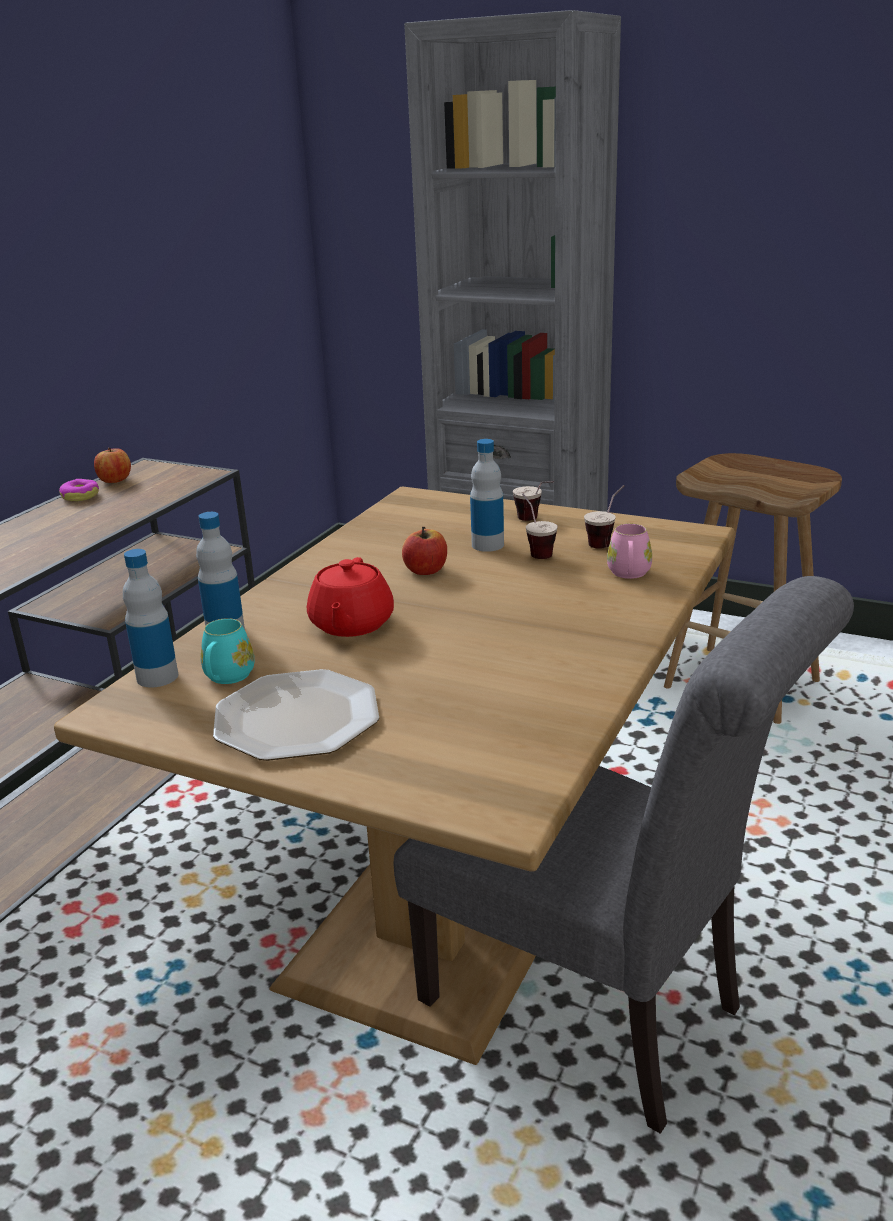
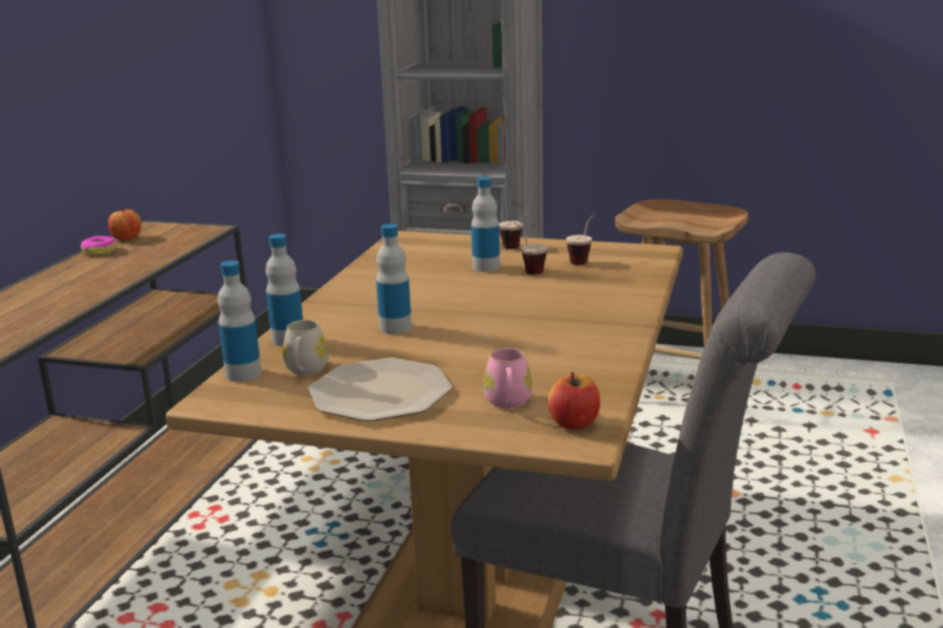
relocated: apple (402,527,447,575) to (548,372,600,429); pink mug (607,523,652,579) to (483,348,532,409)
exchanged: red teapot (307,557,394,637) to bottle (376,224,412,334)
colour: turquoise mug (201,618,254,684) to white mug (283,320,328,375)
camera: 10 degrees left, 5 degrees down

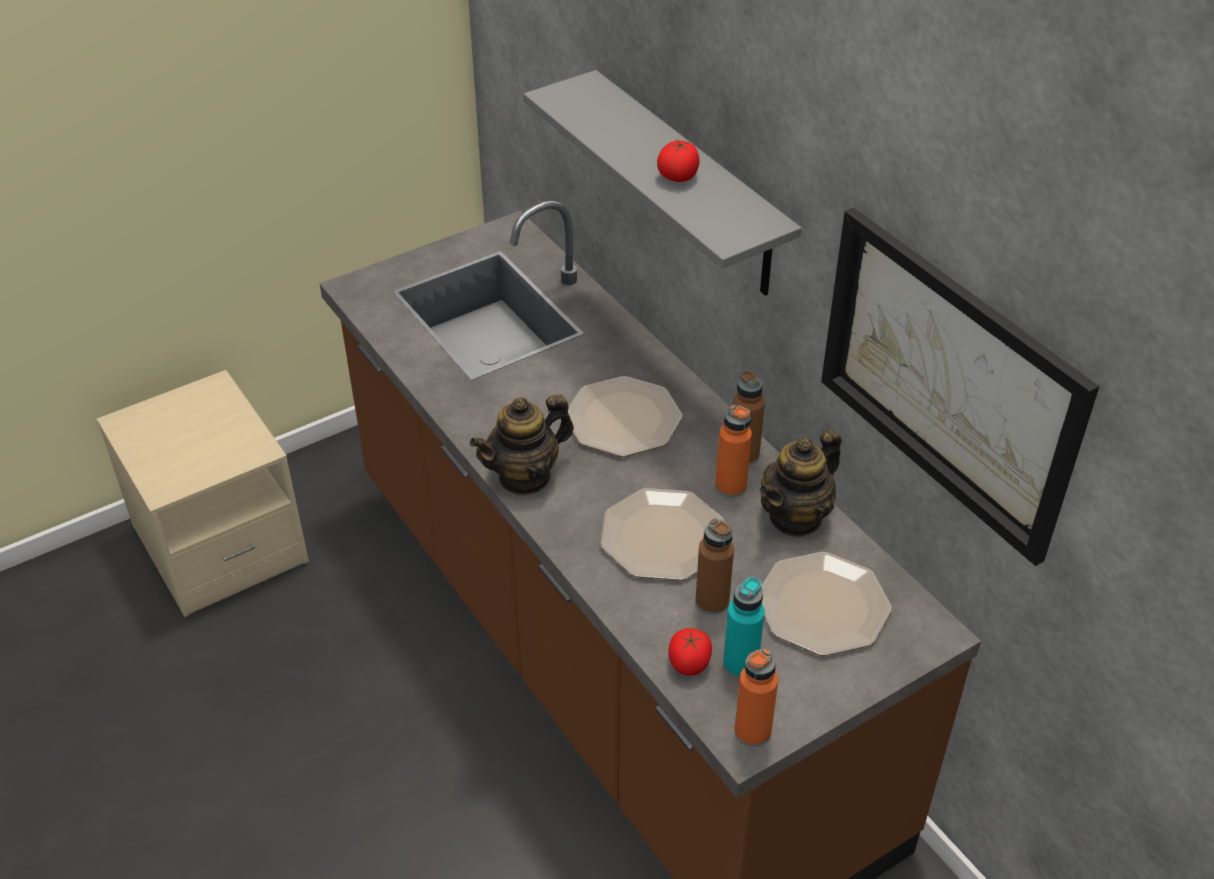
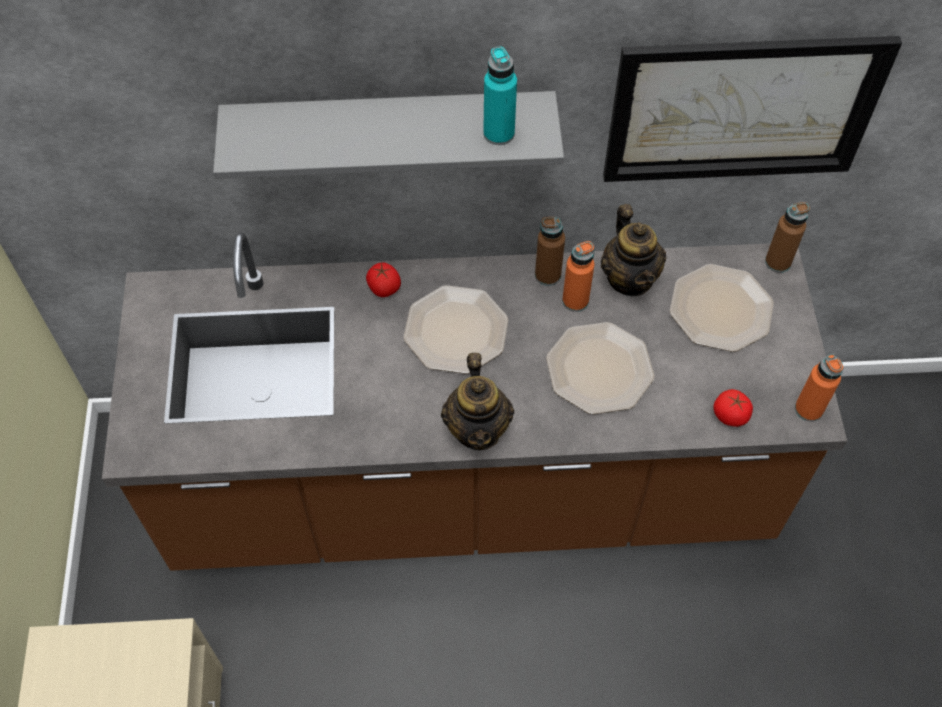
relocated: tomato (657,140,699,182) to (366,262,401,297); brown bottle (695,518,734,615) to (765,202,810,273); turquoise bottle (723,577,765,679) to (483,46,517,145)
camera: 60 degrees left, 15 degrees up

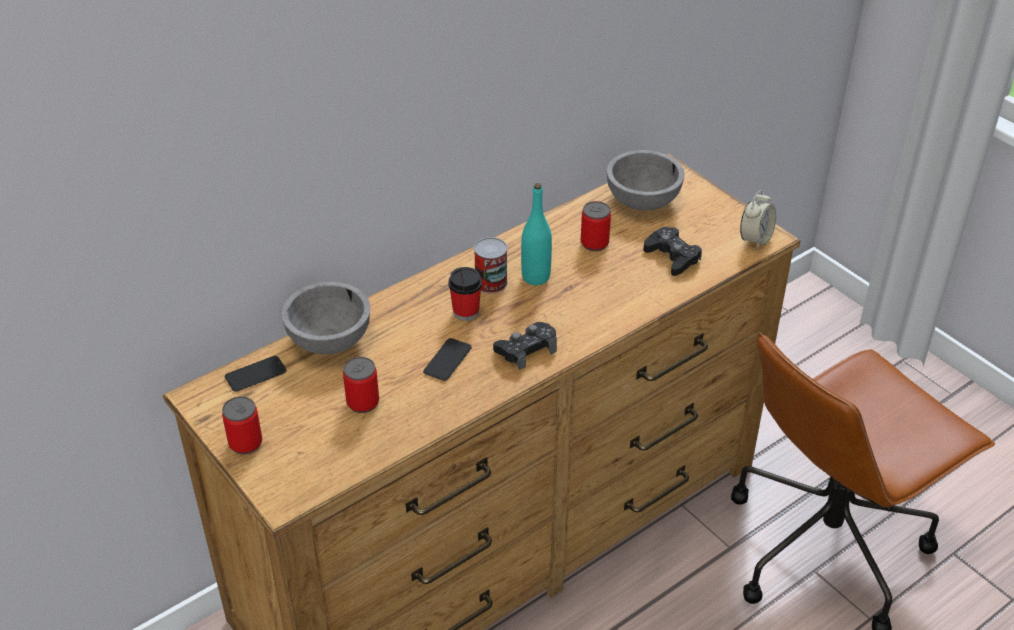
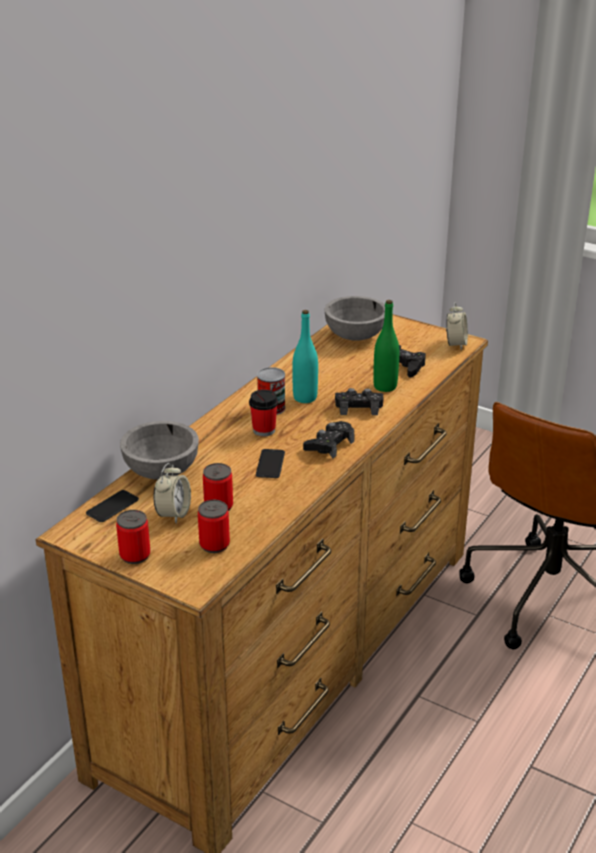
appeared: alarm clock (153,463,191,524); black game controller (335,388,384,415); green bottle (373,300,399,392)
relocated: can (581,201,611,251) to (198,500,230,553)
camera: 20 degrees left, 10 degrees down

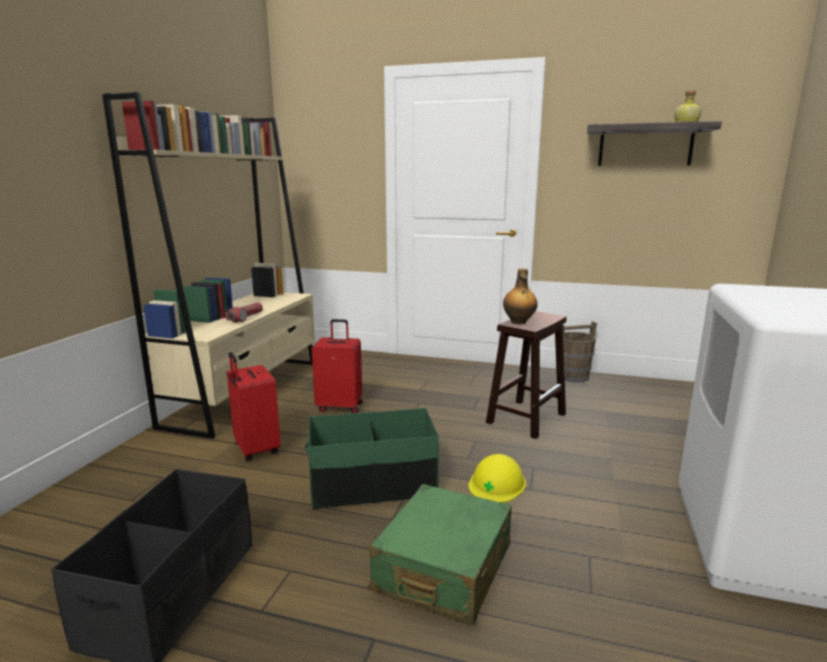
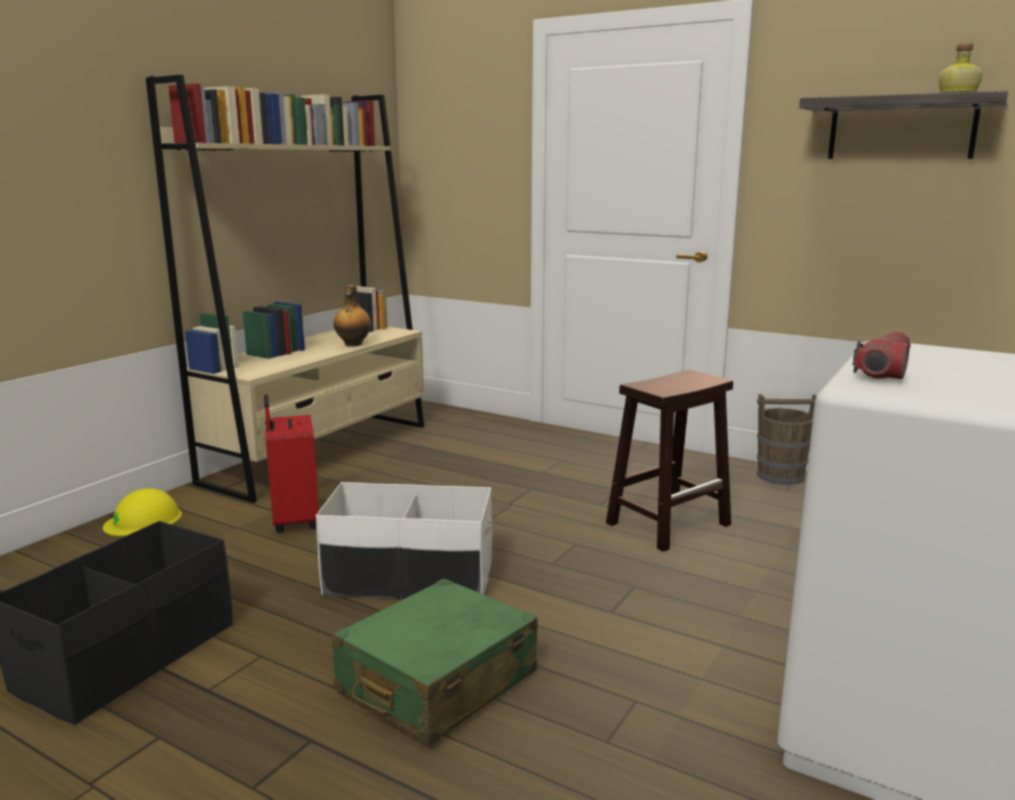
missing: red suitcase (312,319,363,413)
relocated: flashlight (225,302,263,322) to (853,331,911,379); yellow hard hat (468,454,526,503) to (103,488,182,536); bottle (503,269,538,325) to (334,285,371,347)
colour: green storage box (305,408,439,509) to white storage box (316,482,492,599)
camera: 15 degrees right, 0 degrees up

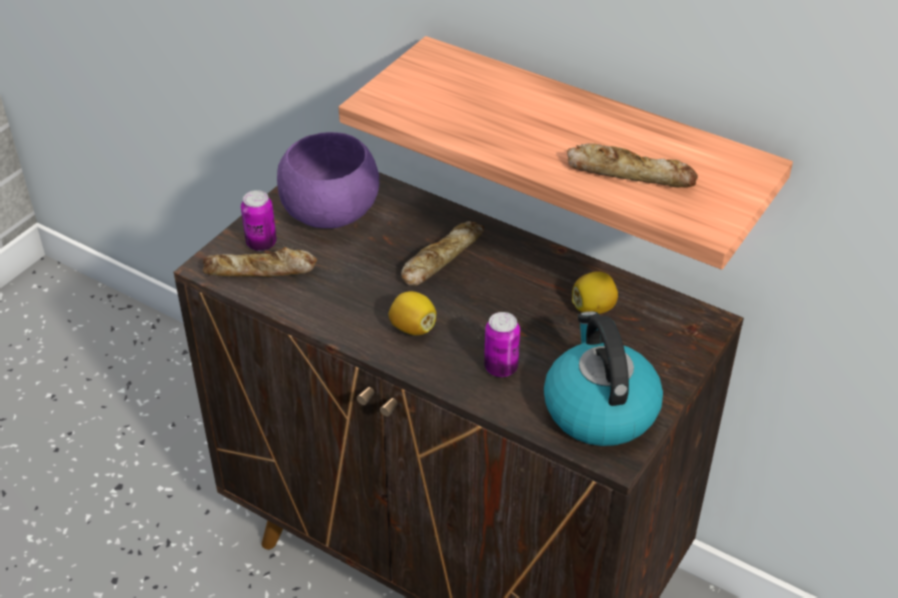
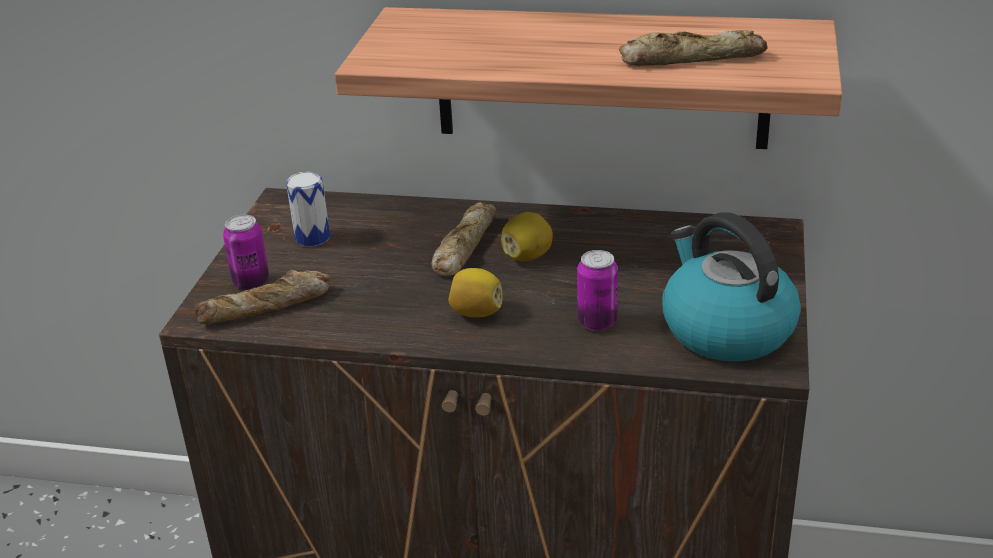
relocated: lemon (572,271,618,314) to (501,212,553,261)
exchanged: purple bowl (277,132,379,228) to can (286,171,330,247)
camera: 20 degrees left, 10 degrees down

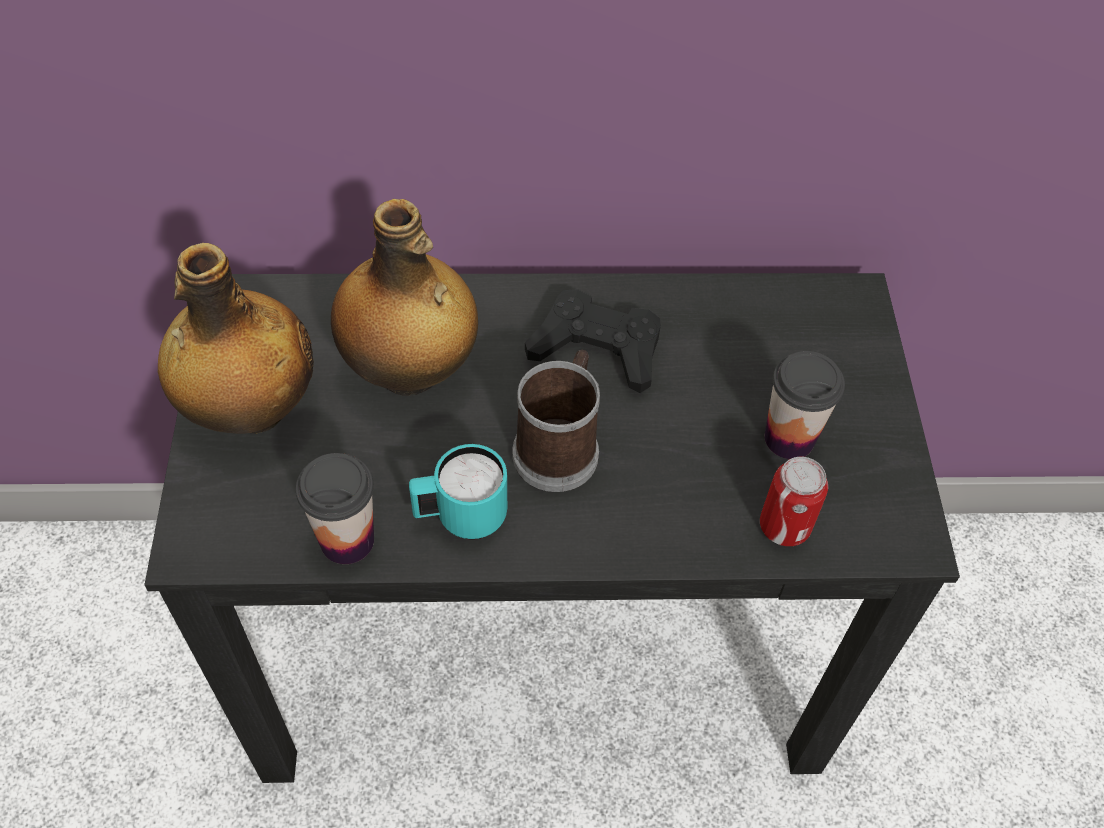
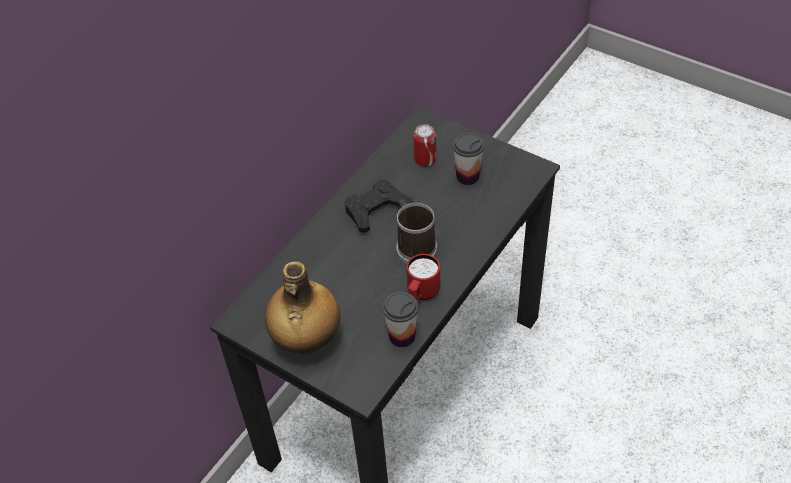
missing: bottle (331,199,478,396)
relocated: can (760,457,828,546) to (413,124,436,167)
colour: turquoise mug (409,444,507,540) to red mug (407,254,440,302)
camera: 50 degrees left, 5 degrees down

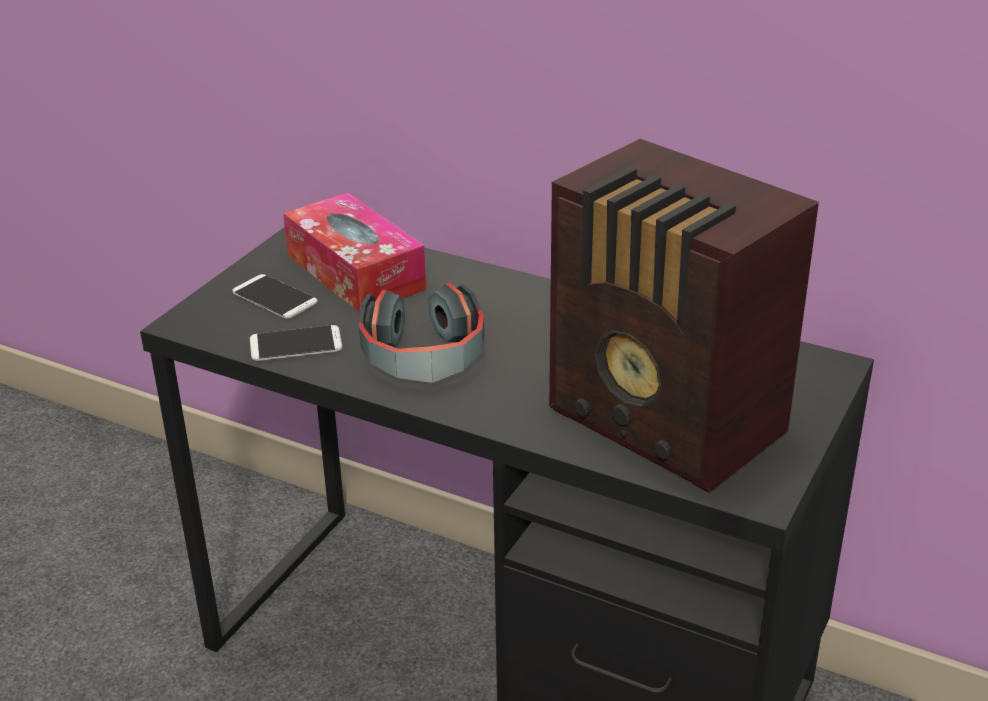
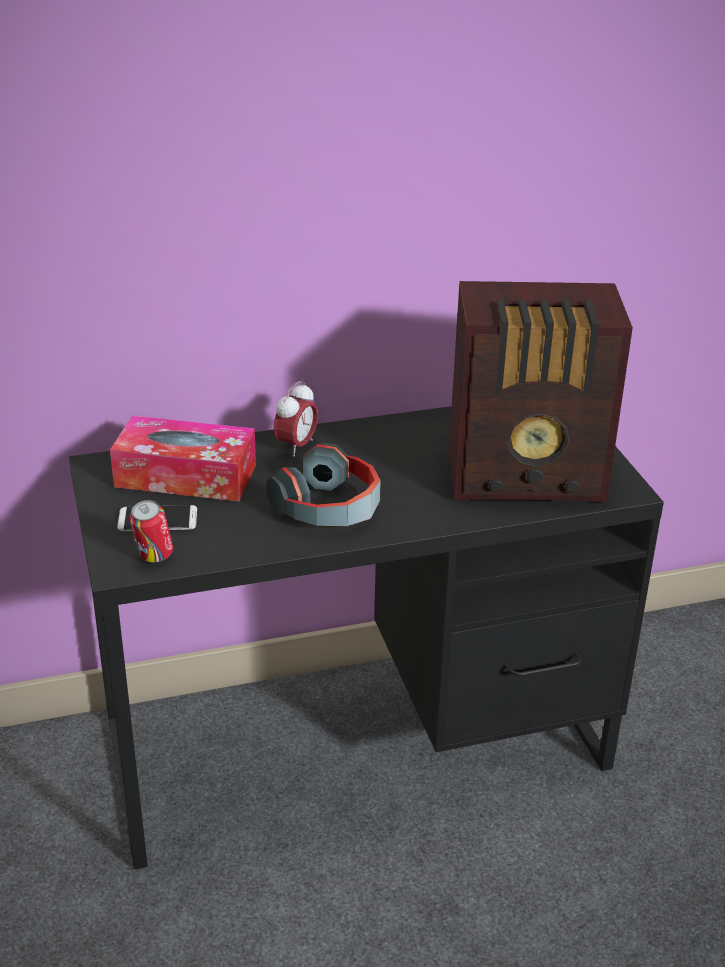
missing: phone (250,325,342,361)
appeared: can (130,500,173,563); alarm clock (274,381,318,457)
camera: 45 degrees left, 0 degrees up

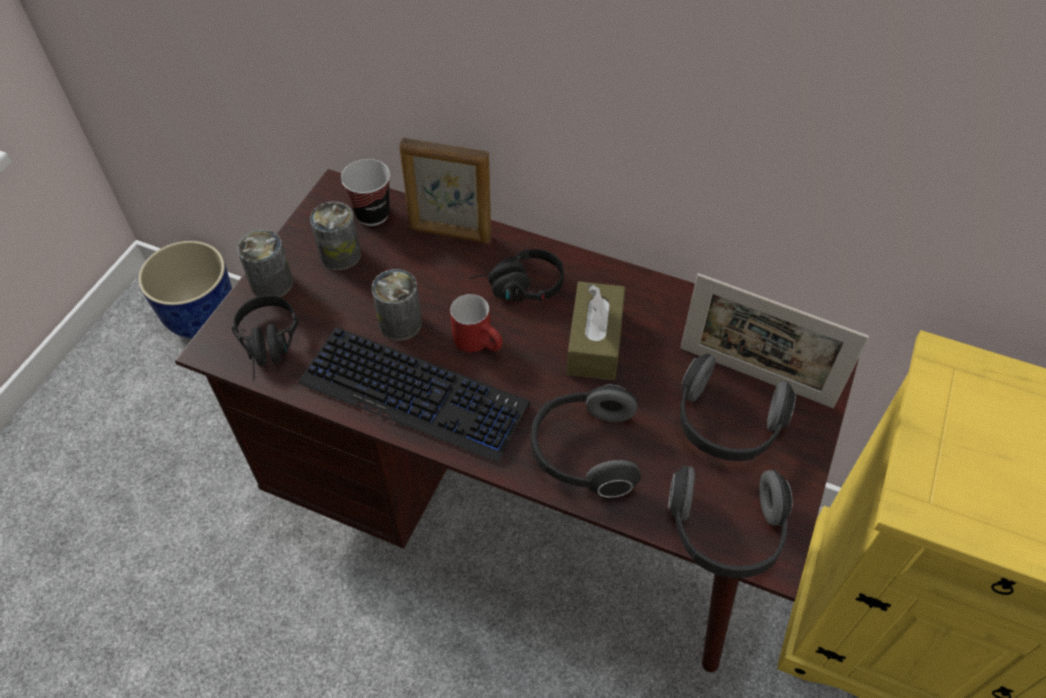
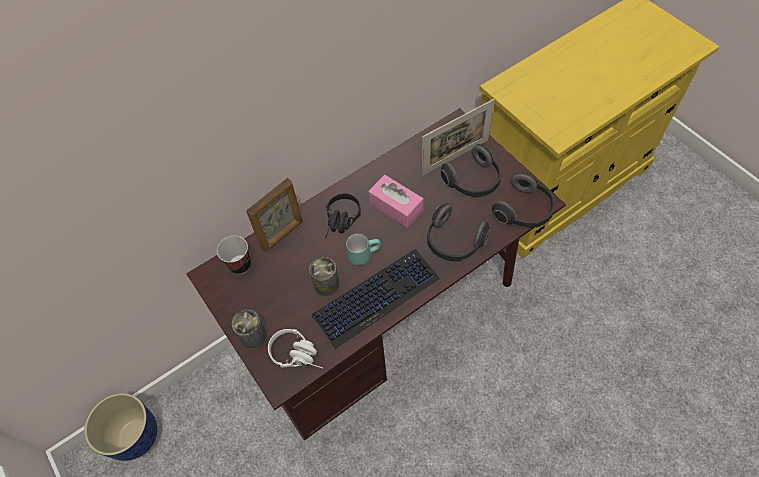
missing: can (310,201,361,270)
colour: black headphones (232,295,299,380) to white headphones (268,329,323,368); red mug (450,294,503,352) to turquoise mug (346,234,381,266); brown tissue box (567,281,625,381) to pink tissue box (368,175,423,228)
camera: 55 degrees left, 5 degrees up

